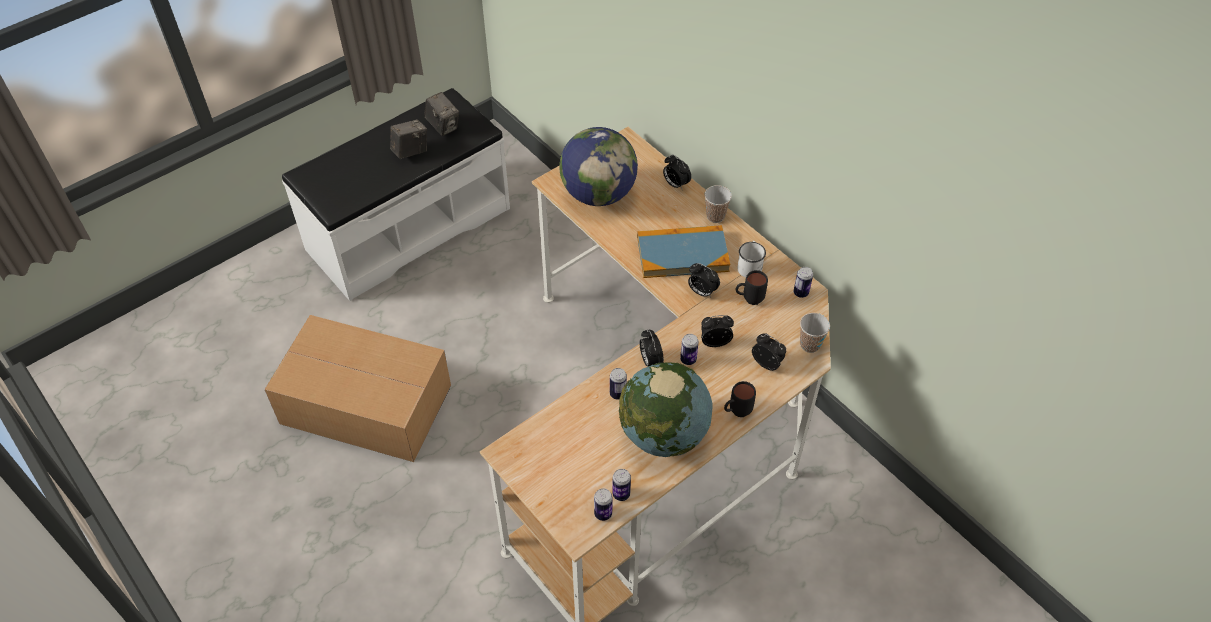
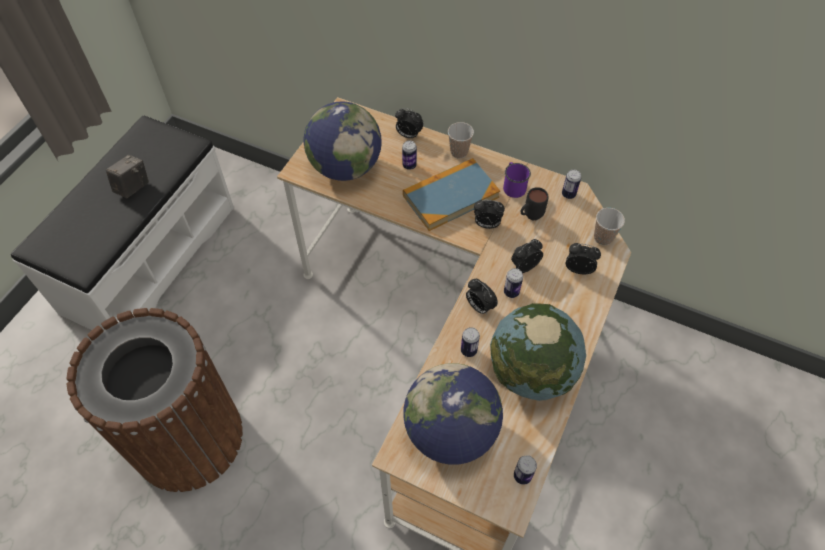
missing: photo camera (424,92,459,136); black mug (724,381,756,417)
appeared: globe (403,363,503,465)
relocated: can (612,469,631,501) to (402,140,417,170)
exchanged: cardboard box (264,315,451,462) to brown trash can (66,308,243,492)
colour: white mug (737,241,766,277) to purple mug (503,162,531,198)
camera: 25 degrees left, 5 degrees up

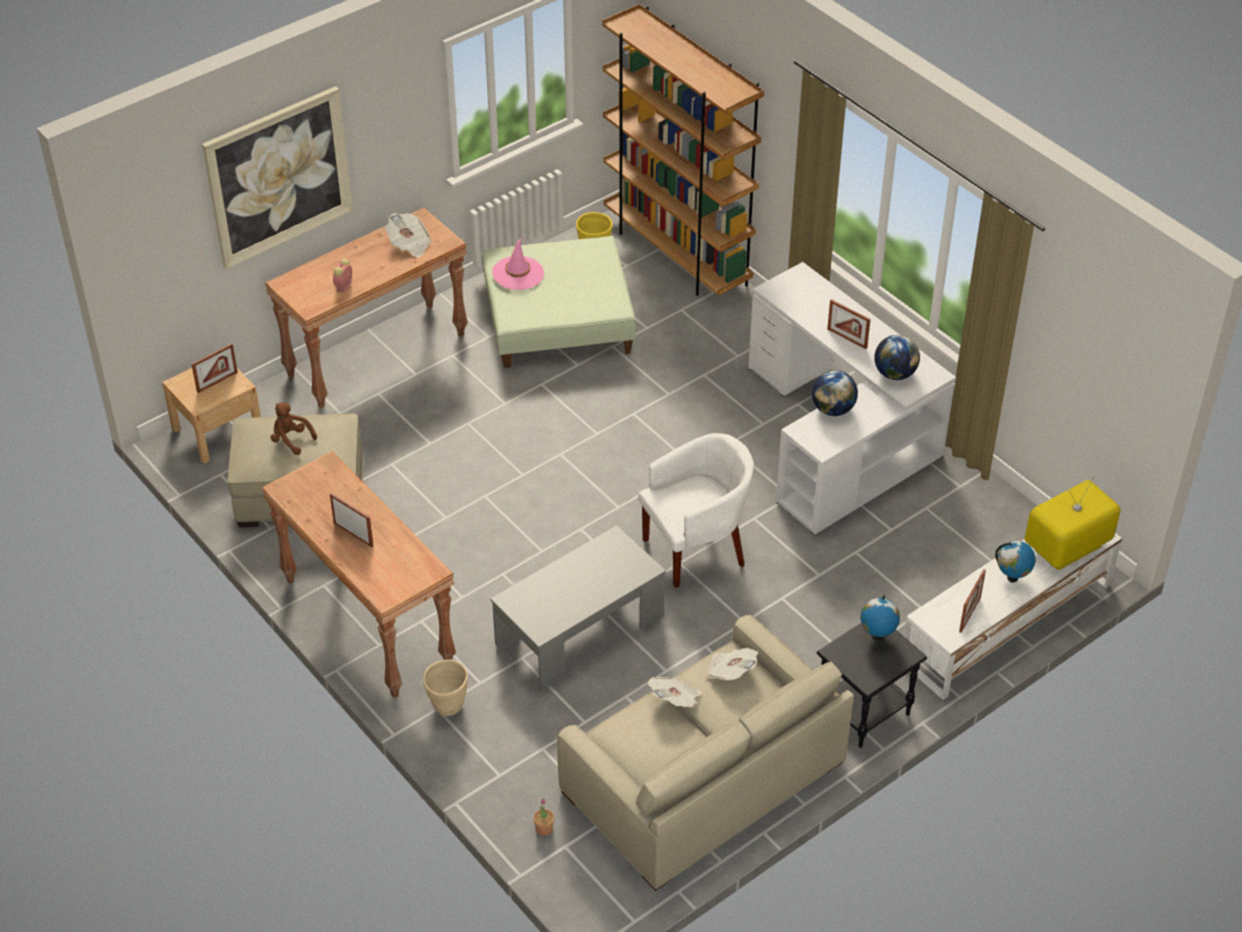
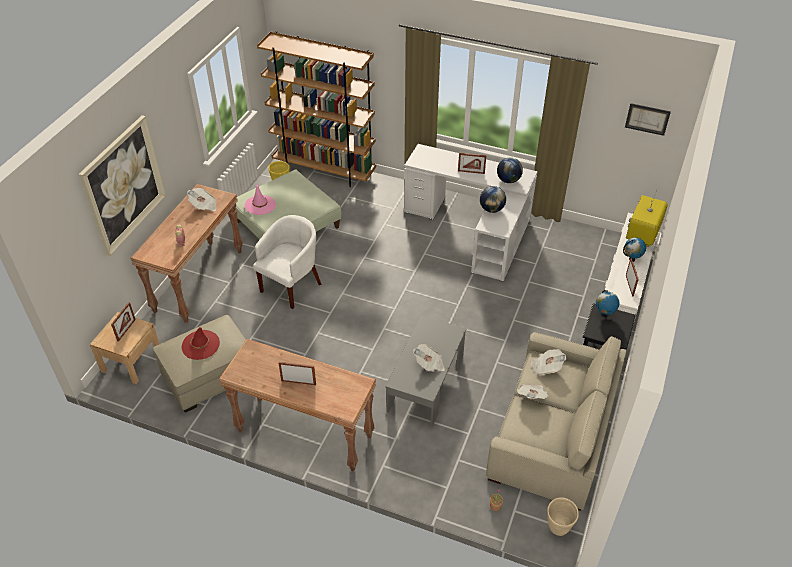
appeared: newspaper (413,344,445,372); picture (625,103,671,136)
relocated: beige planter (423,659,468,716) to (547,497,579,536); white armchair (638,433,754,588) to (253,215,322,309)
exchanged: brown plush toy (270,402,317,455) to red hat (182,327,220,360)
camera: 30 degrees left, 0 degrees up

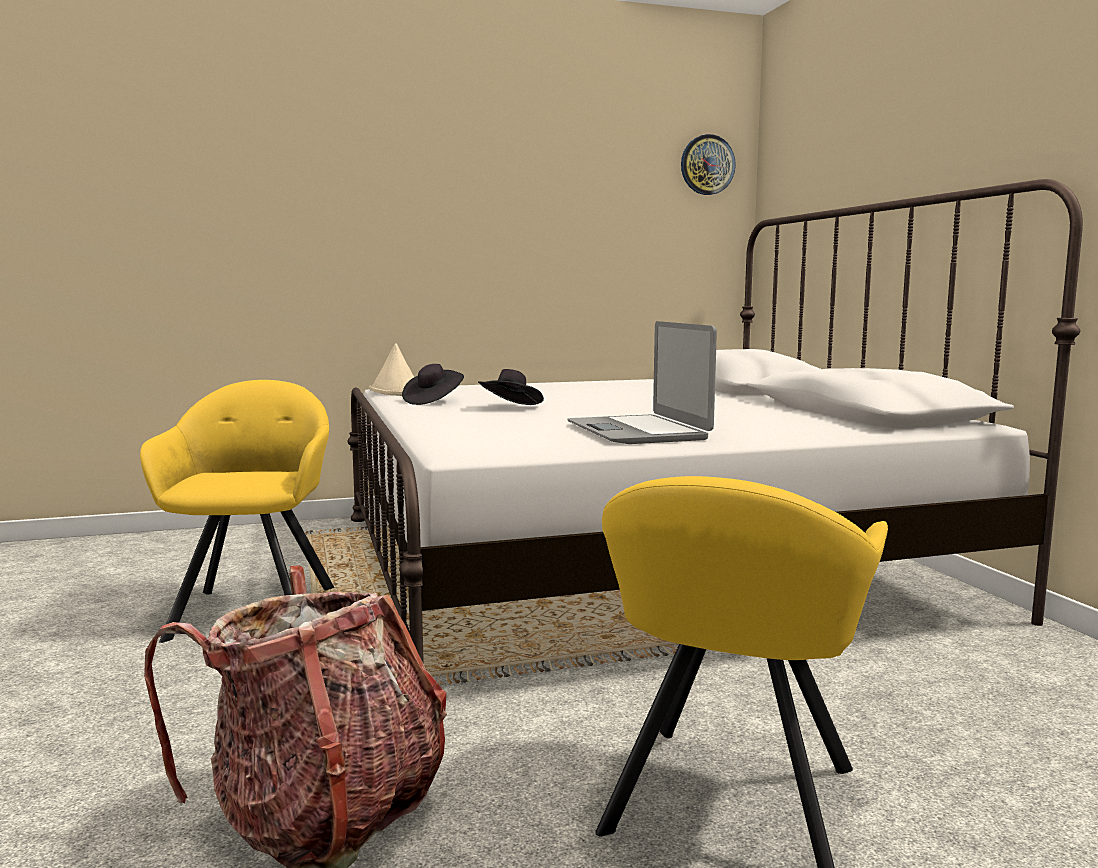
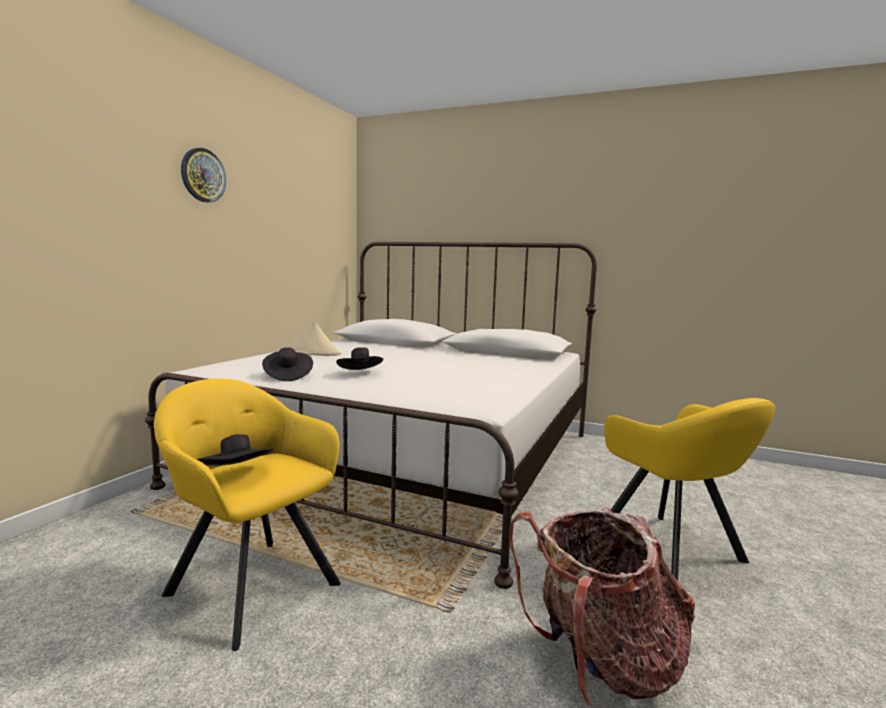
missing: laptop (568,321,717,444)
appeared: black hat (197,434,273,466)
relocated: beige hat (369,343,414,396) to (289,321,341,356); wall clock (681,134,736,195) to (181,148,226,202)
camera: 50 degrees left, 0 degrees up

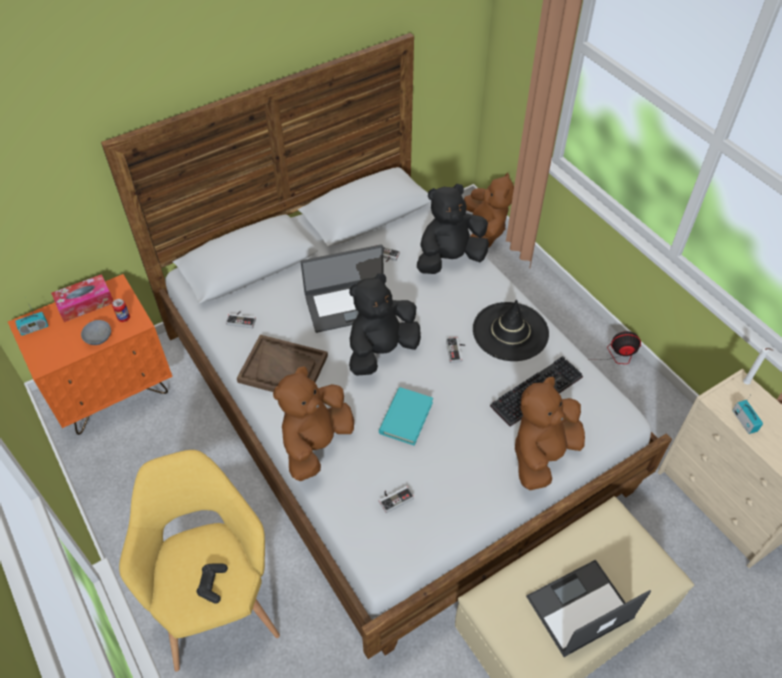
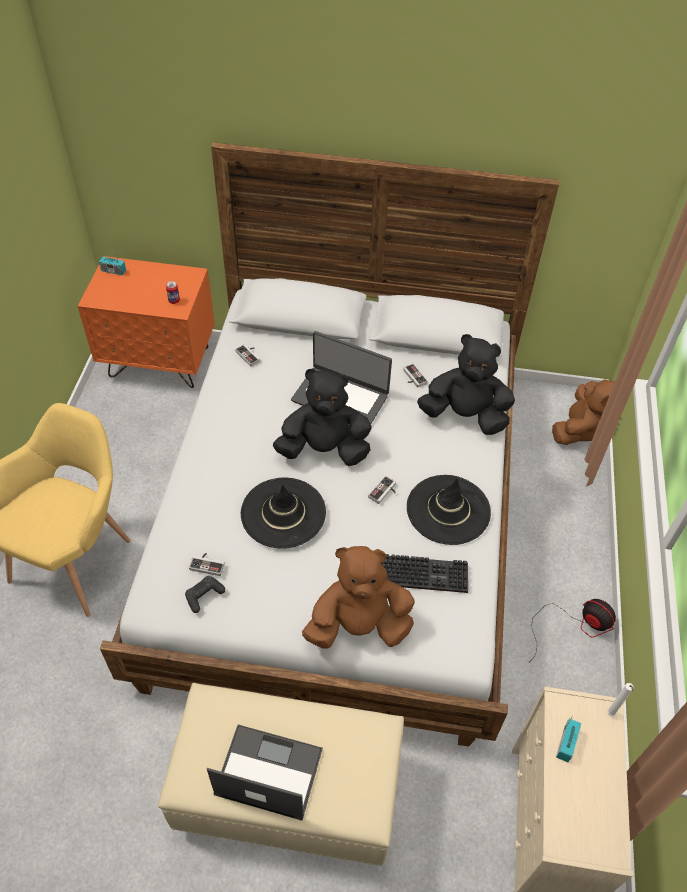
missing: tissue box (51,274,113,322); grey bowl (81,320,111,345); brown tray (237,335,328,392); brown plush toy (273,366,354,481)
relocated: black game controller (196,564,228,604) to (185,576,225,613)
exchanged: turquoise book (379,387,433,445) to black hat (241,478,326,549)
camera: 40 degrees right, 0 degrees up

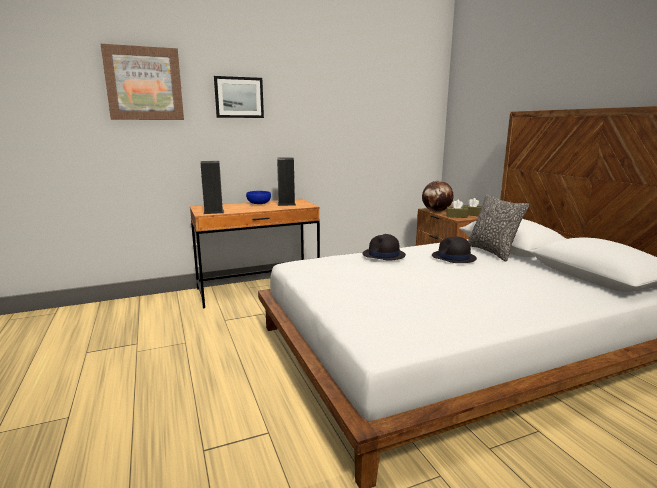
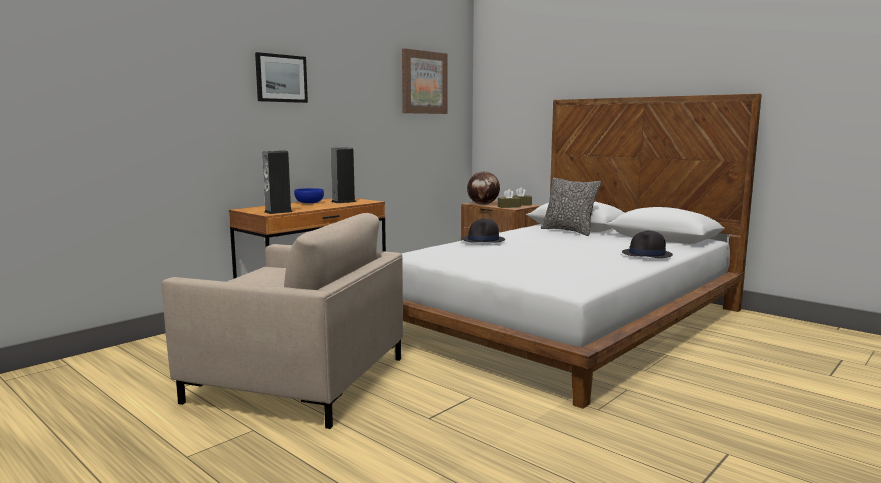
appeared: beige armchair (161,213,403,429)
relocated: picture (101,44,184,120) to (402,48,448,114); black hat (432,236,477,263) to (622,230,673,258)
camera: 25 degrees left, 5 degrees down

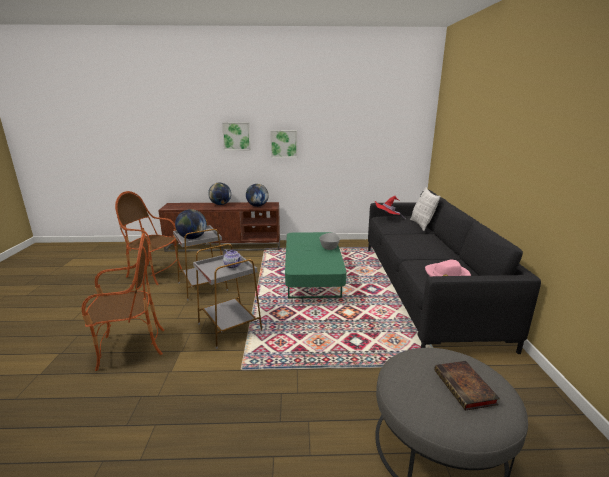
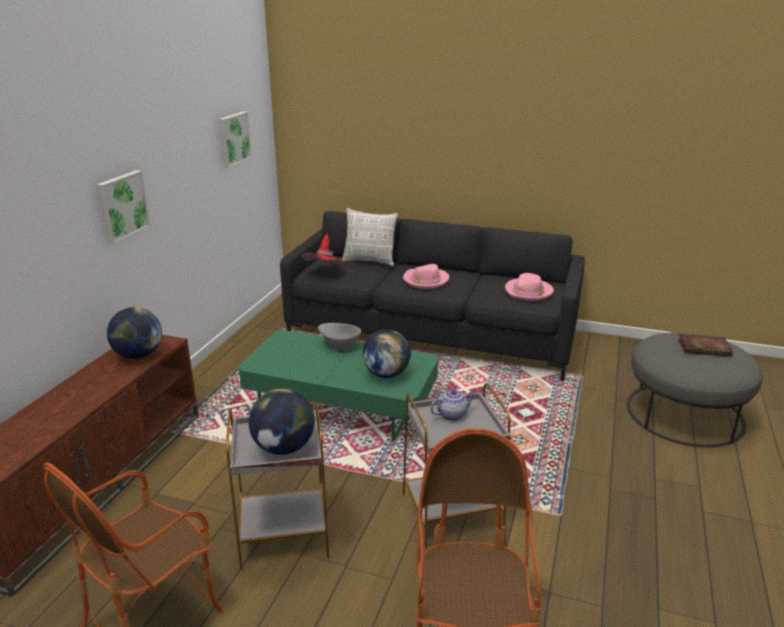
appeared: pink hat (403,264,449,289)
relocated: globe (208,183,231,205) to (362,329,411,378); picture (222,122,251,150) to (218,112,252,168)
camera: 70 degrees left, 5 degrees up

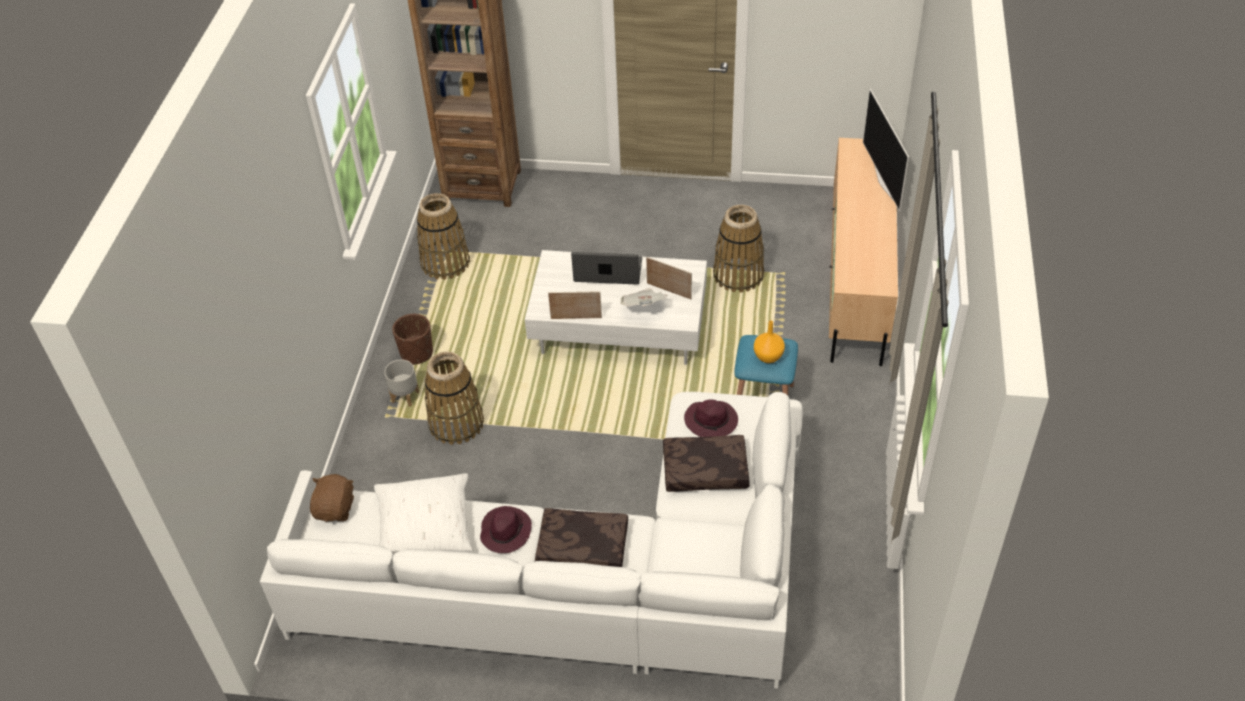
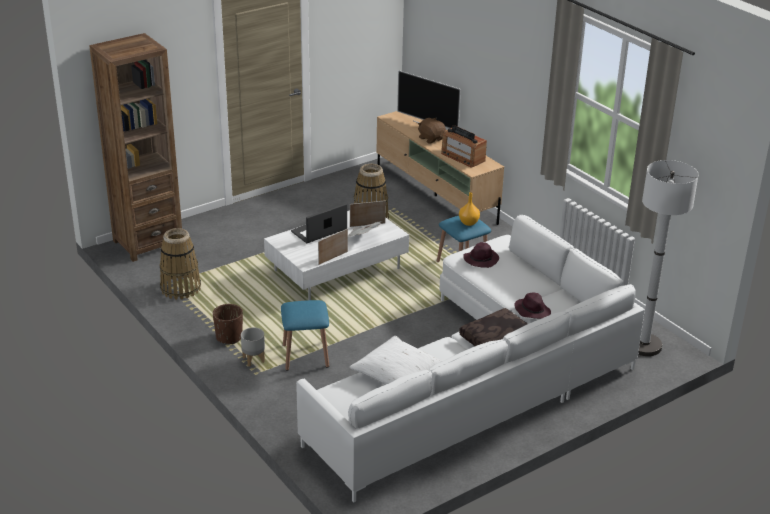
missing: brown pillow (663,435,750,492)
appeared: radio (441,125,487,168); white floor lamp (638,160,699,356)
relocated: brown plush toy (310,474,354,522) to (418,118,446,144); purple hat (480,506,532,553) to (514,293,551,319)
exchanged: basket (425,352,484,445) to blue stool (281,300,329,370)
camera: 45 degrees left, 15 degrees down

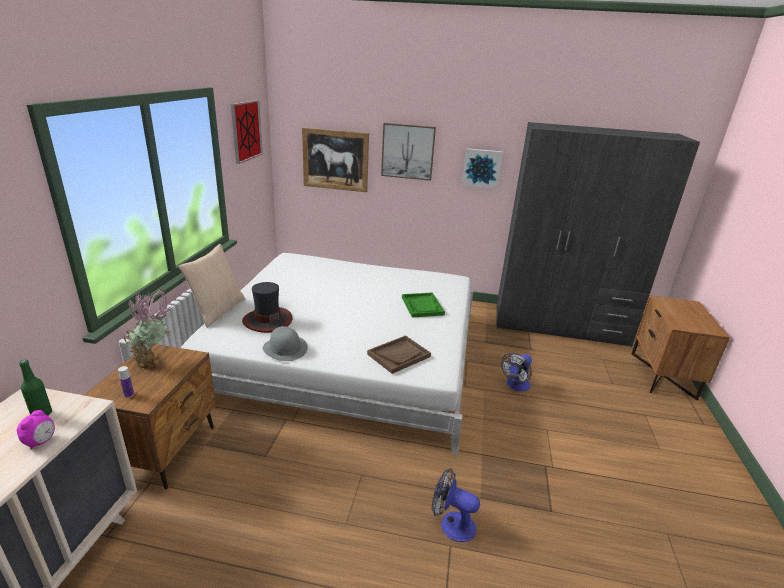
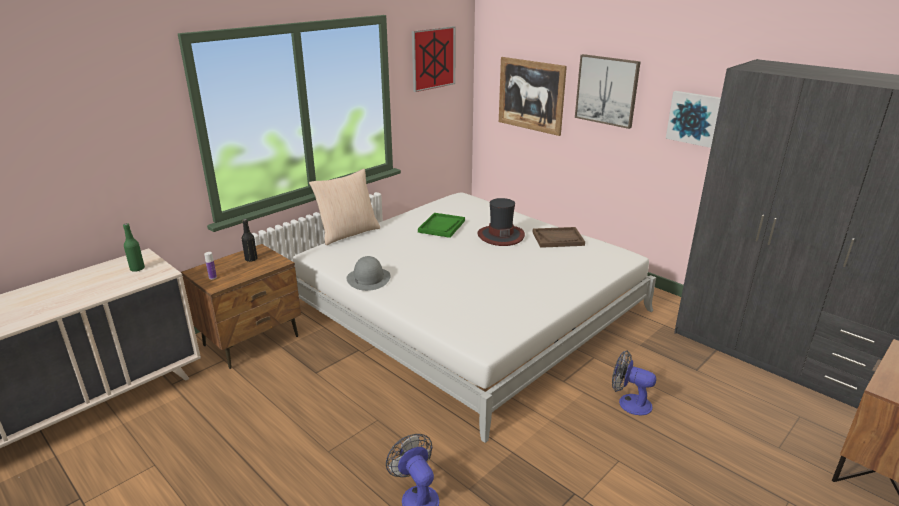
missing: alarm clock (17,410,55,449)
relocated: hat (242,282,293,333) to (477,198,525,246); brown tray (367,335,431,374) to (532,227,585,248); green tray (402,293,445,318) to (418,213,465,238)
exchanged: potted plant (123,290,173,370) to black bottle (242,219,257,262)
spun: fan (501,353,532,391) = (612,350,656,415) 45 degrees clockwise
camera: 35 degrees right, 0 degrees up

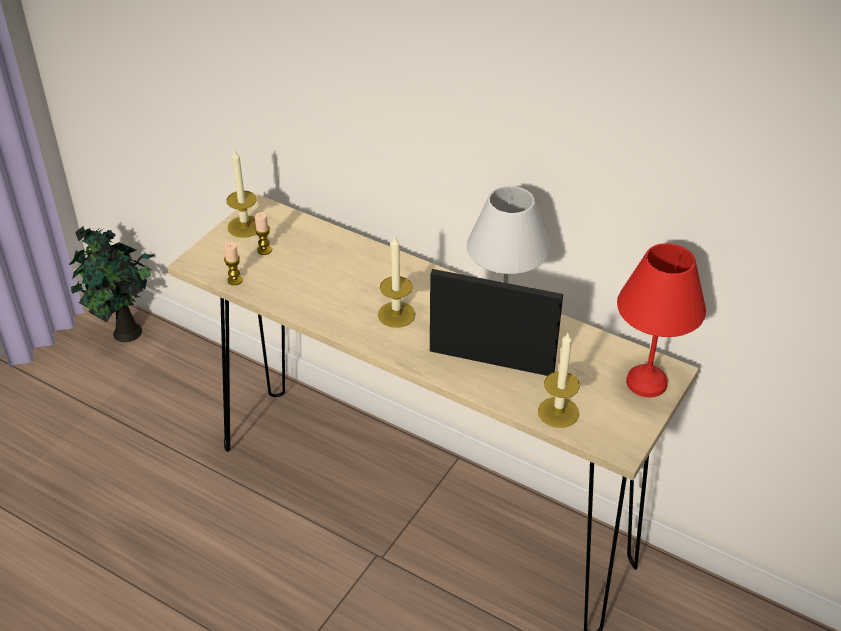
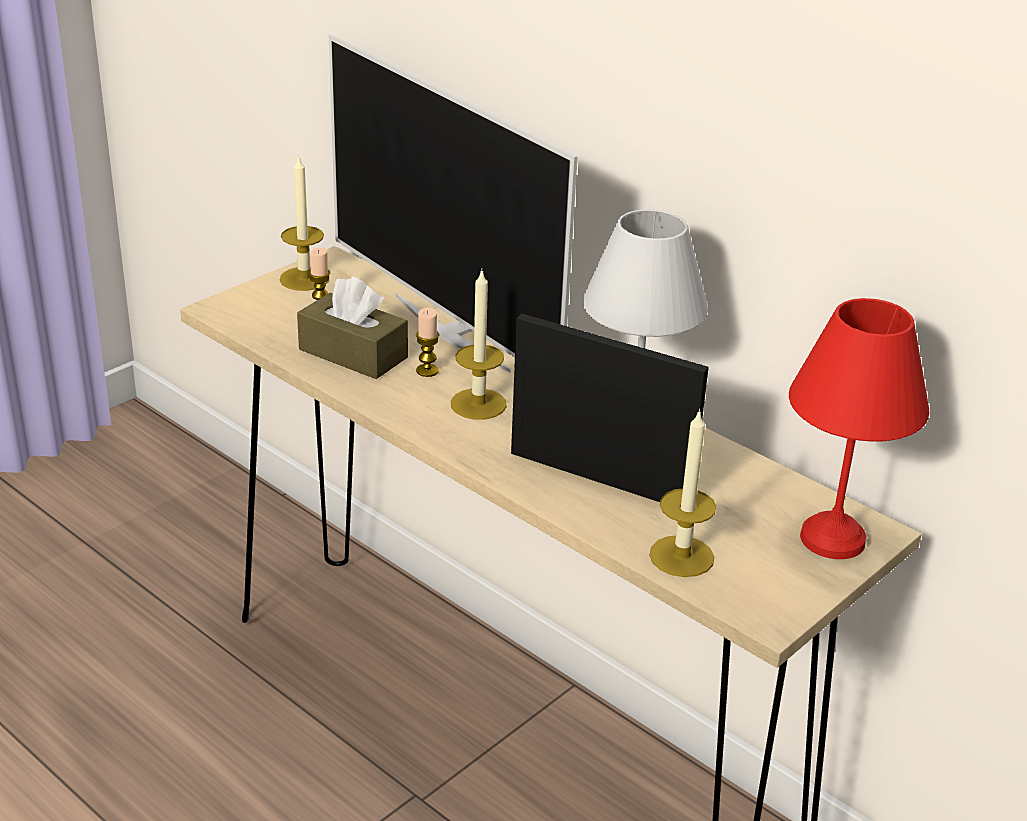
missing: potted plant (69,226,154,342)
appeared: brown tissue box (297,277,408,379); television (329,34,578,372)
relocated: candle (224,241,243,285) to (416,308,439,377)
camera: 10 degrees right, 10 degrees down

